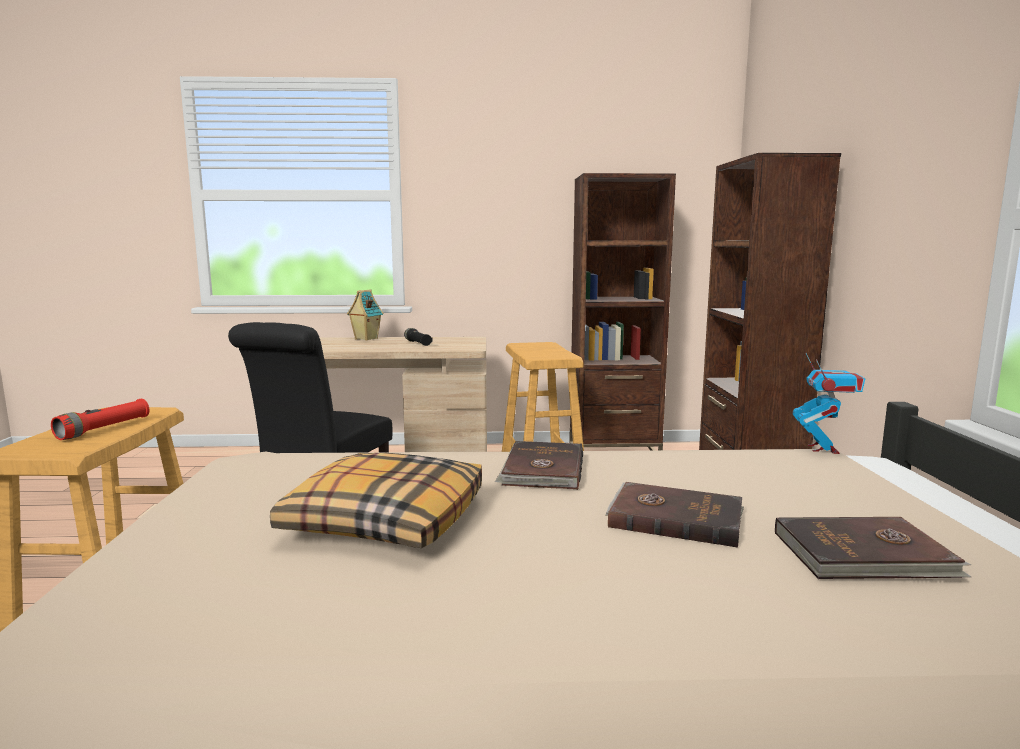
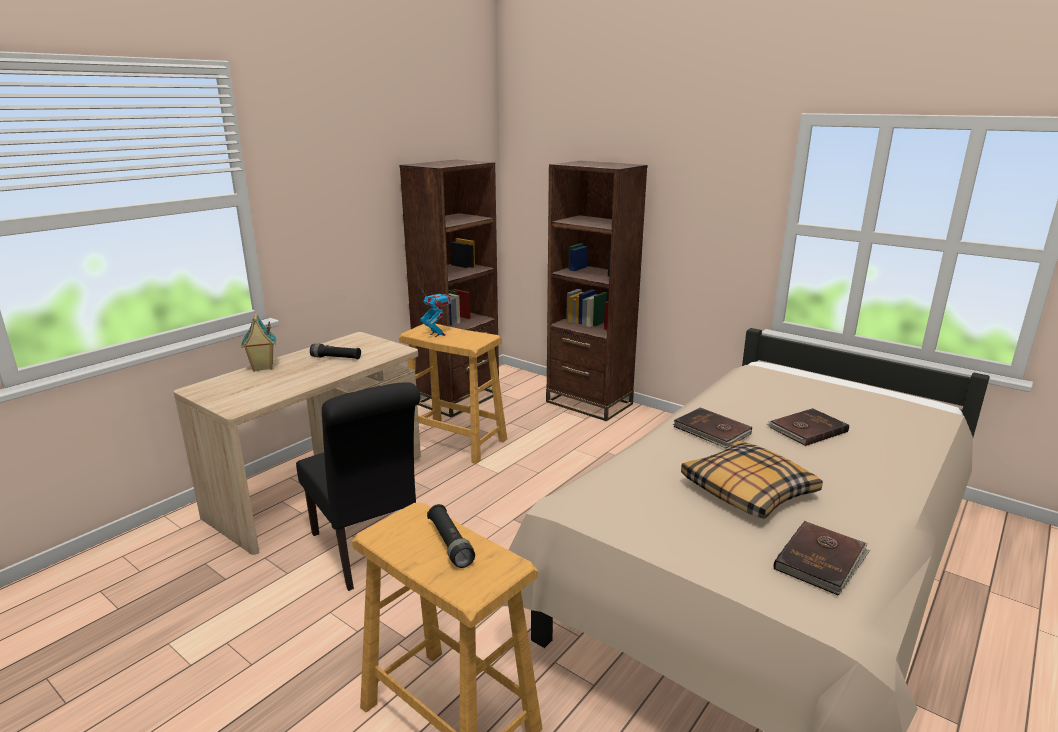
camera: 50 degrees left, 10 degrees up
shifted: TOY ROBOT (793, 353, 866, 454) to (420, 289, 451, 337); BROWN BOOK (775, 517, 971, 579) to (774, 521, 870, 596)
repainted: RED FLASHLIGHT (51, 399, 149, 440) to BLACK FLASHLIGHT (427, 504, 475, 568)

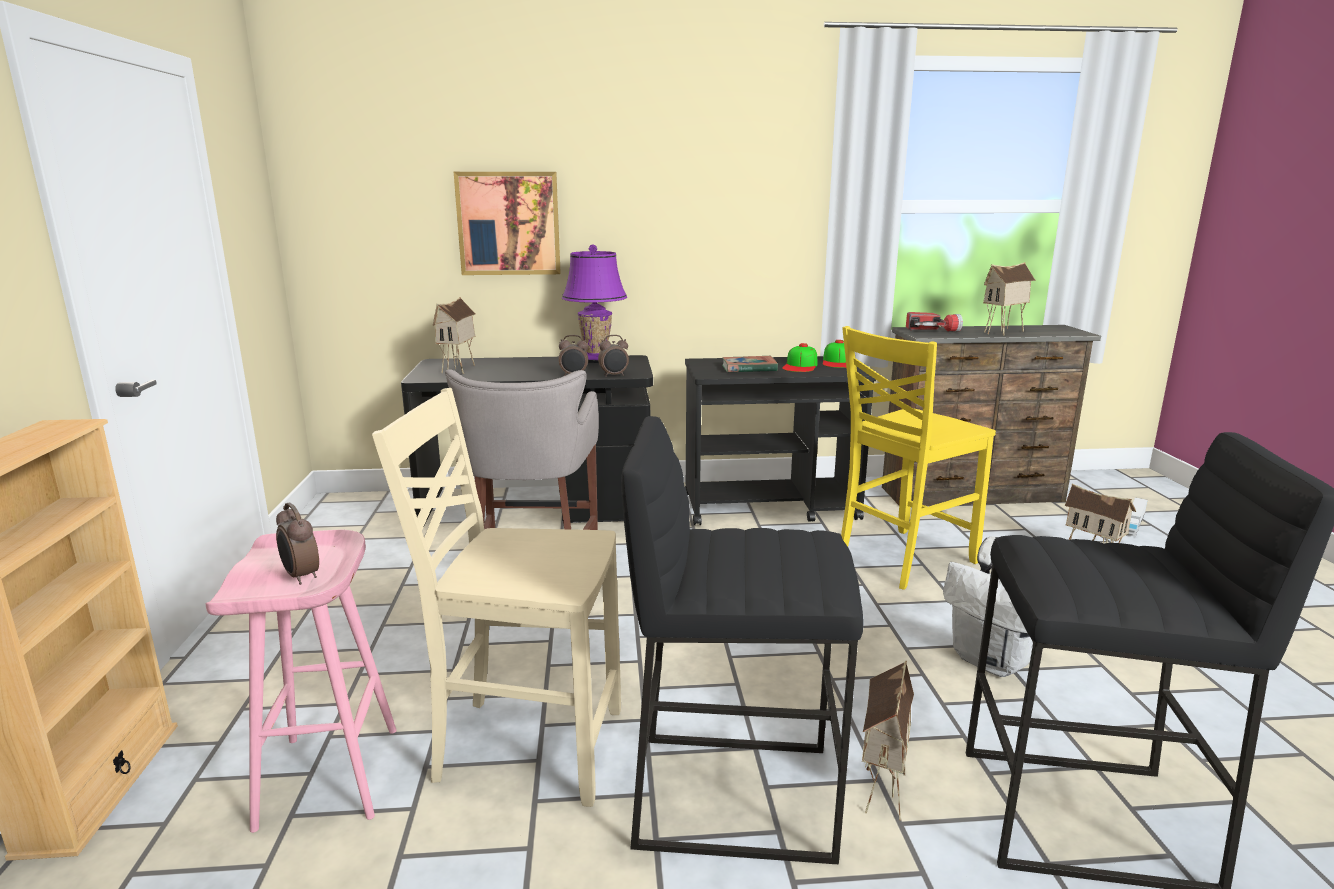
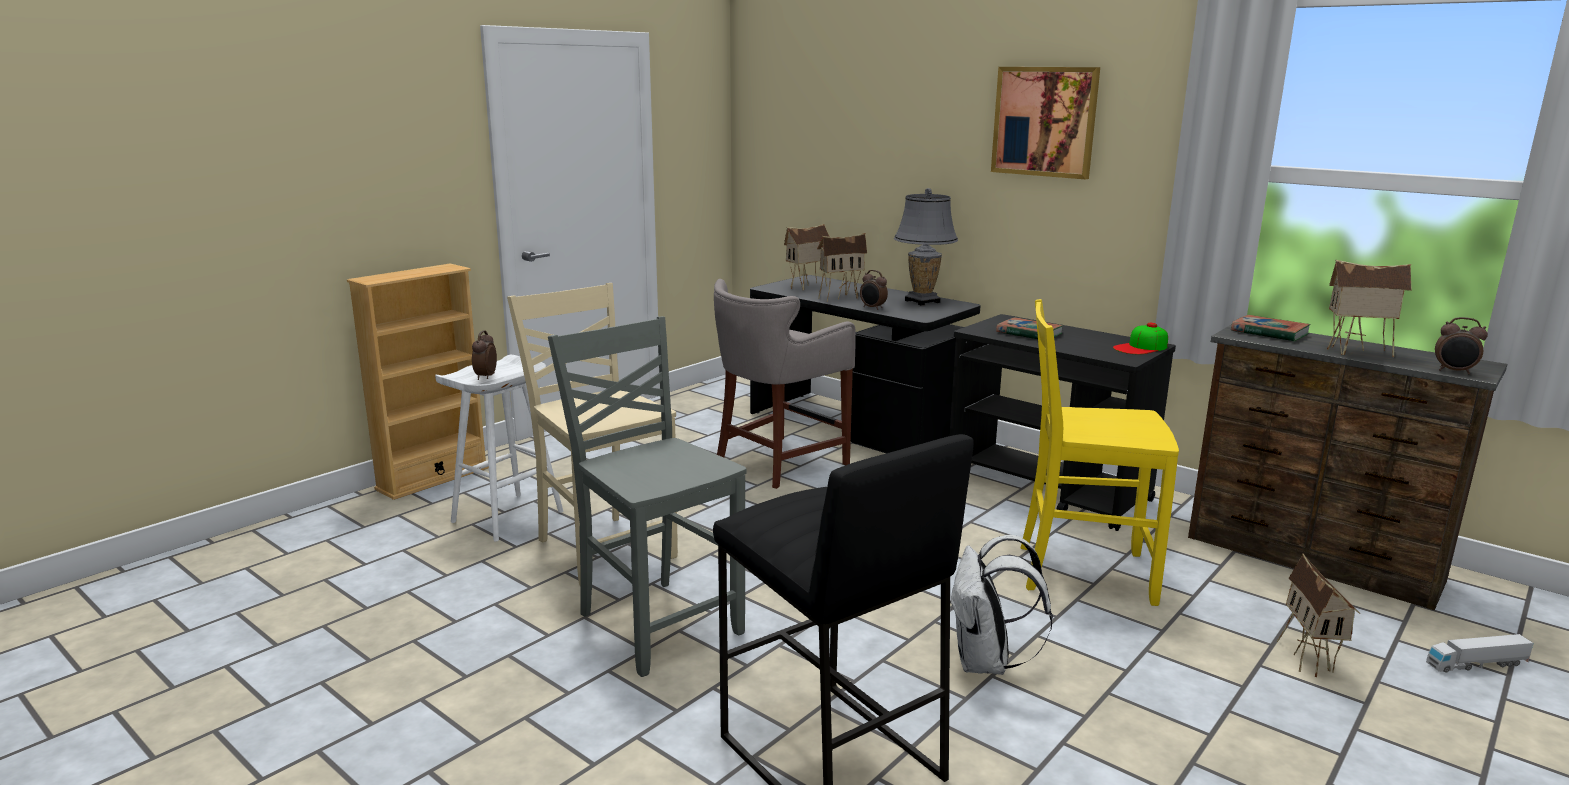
camera: 45 degrees right, 0 degrees up
gone: CAP (782, 343, 818, 372)
shifted: TOY HOUSE (862, 661, 914, 821) to (817, 233, 867, 302); PICTURE (454, 172, 561, 275) to (991, 67, 1100, 179); ALARM CLOCK (598, 335, 629, 377) to (1435, 317, 1488, 374)
swapped: BLACK STOOL (621, 416, 864, 864) to GREY CHAIR (548, 317, 746, 677); FLASHLIGHT (906, 312, 963, 332) to BOOK (1231, 315, 1311, 342)
repainted: PINK STOOL (206, 530, 397, 833) to WHITE STOOL (435, 355, 563, 542); PURPLE TABLE LAMP (562, 244, 627, 363) to GREY TABLE LAMP (894, 188, 958, 306)

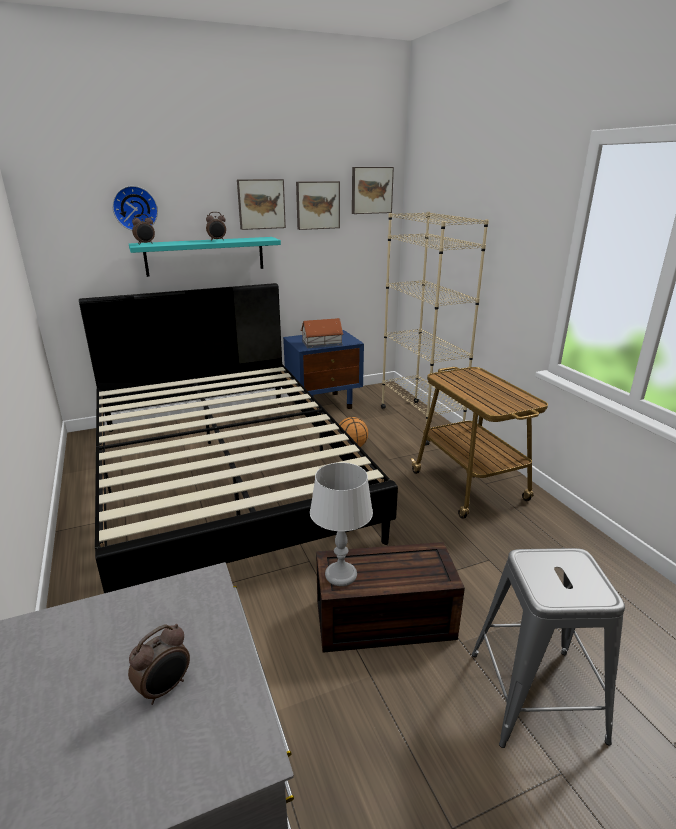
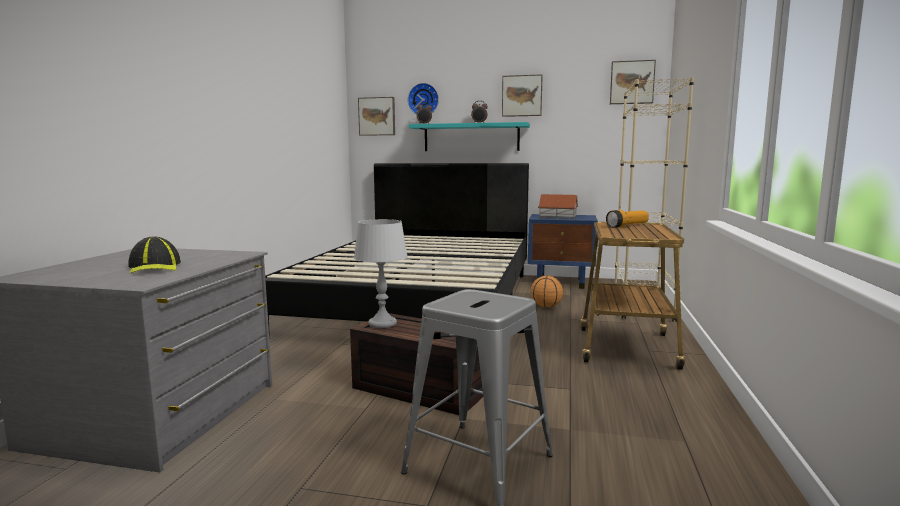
camera: 35 degrees right, 15 degrees down
new: FLASHLIGHT (606, 210, 649, 228)
shifted: PICTURE (296, 181, 340, 230) to (358, 97, 395, 136)
swapped: ALARM CLOCK (128, 624, 190, 705) to CAP (129, 236, 181, 273)

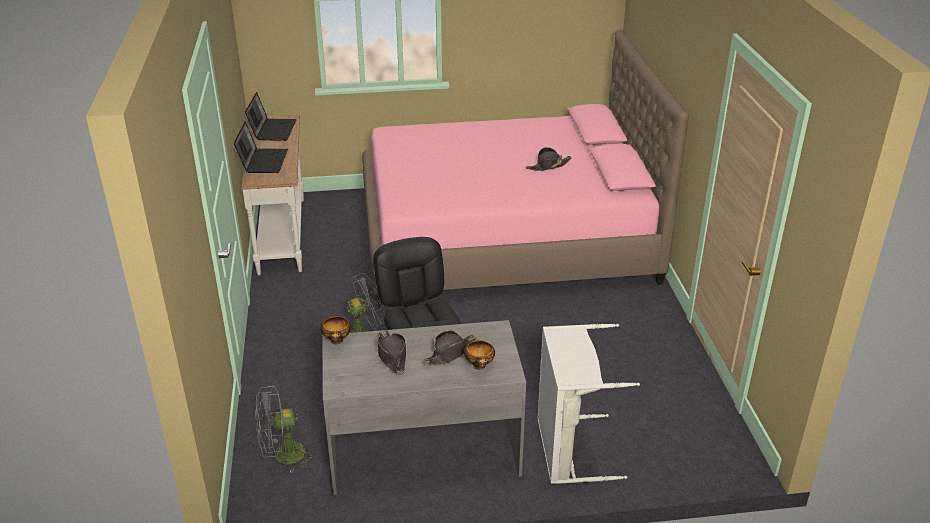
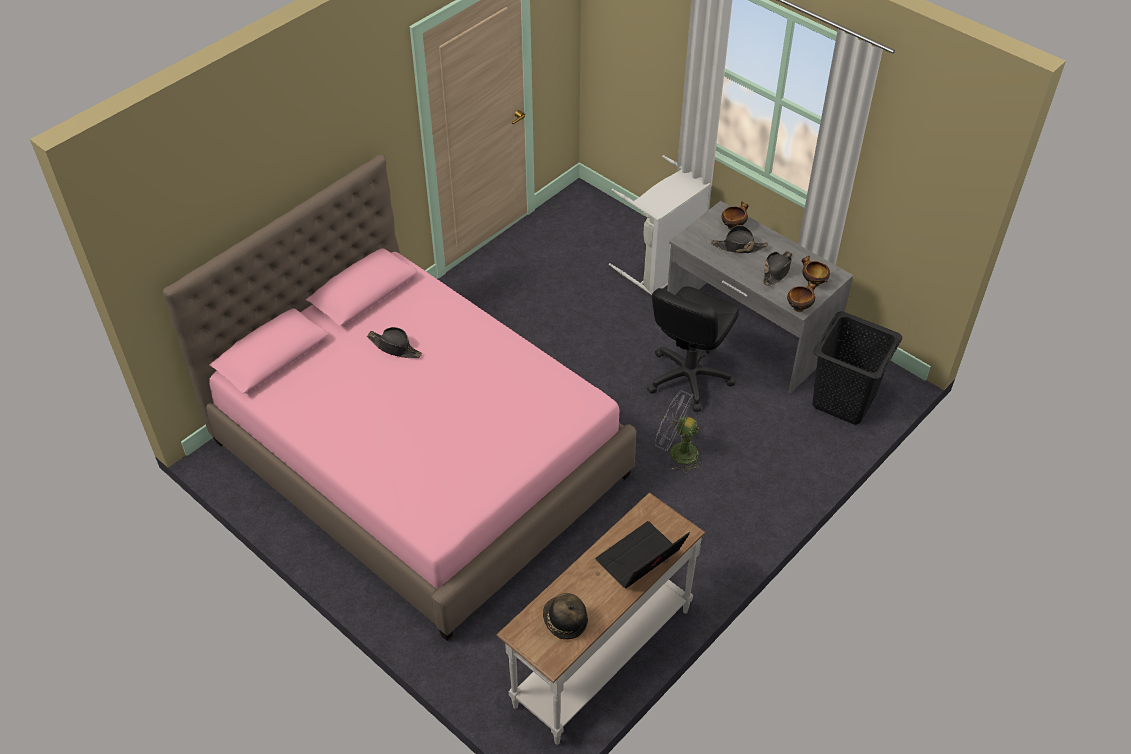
camera: 130 degrees left, 15 degrees up
new: BOWL (801, 256, 830, 287)
swapped: LAPTOP (245, 92, 297, 141) to HAT (543, 593, 588, 639); GREY FAN (255, 385, 316, 472) to BLACK LAUNDRY BASKET (812, 311, 902, 424)

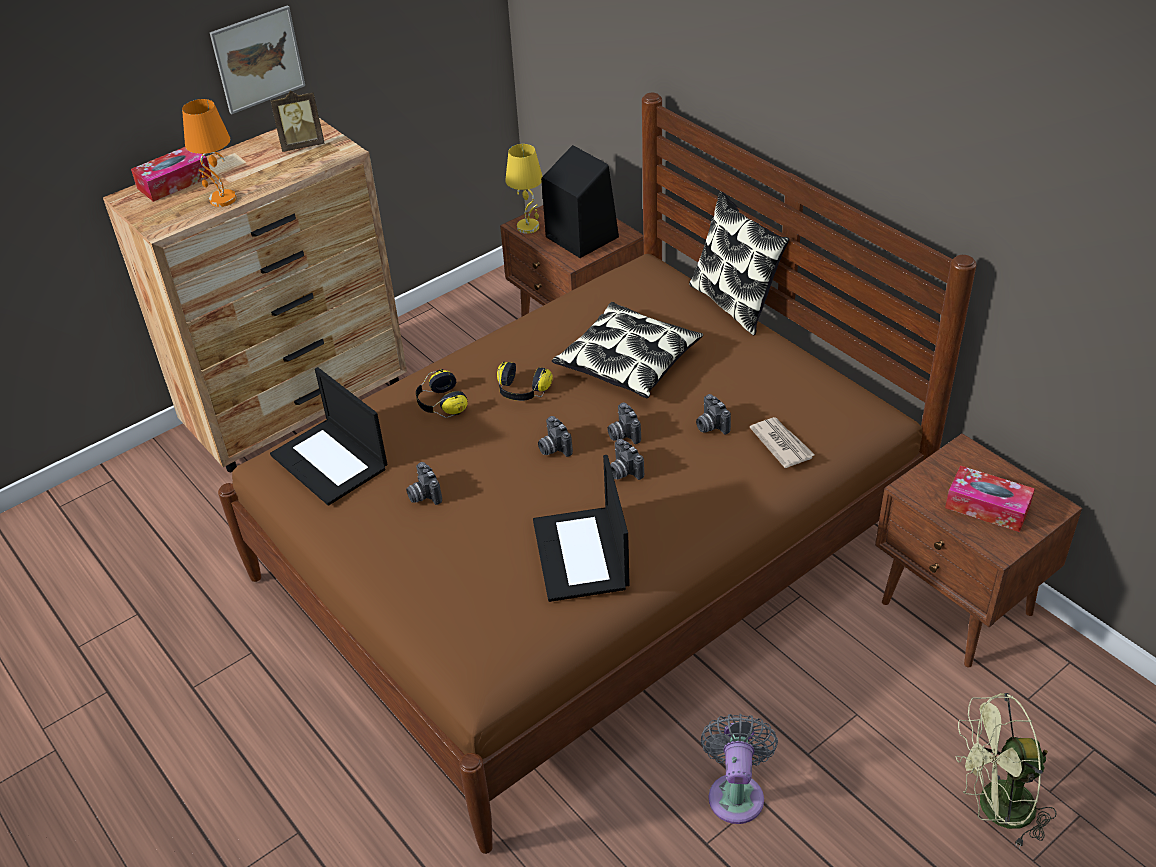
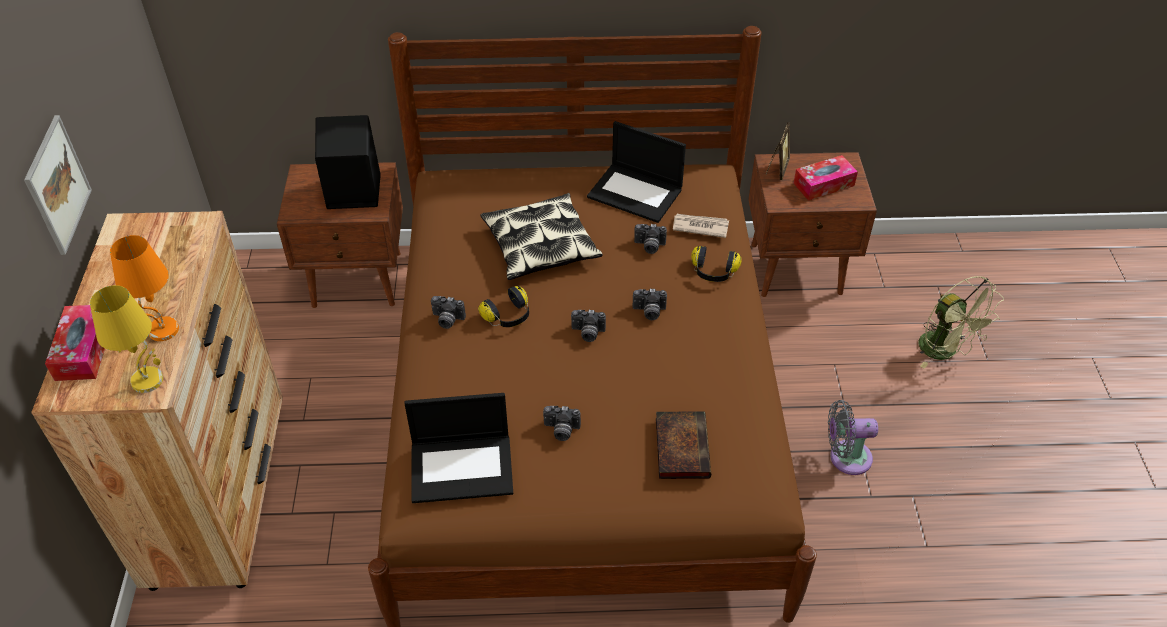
camera: 55 degrees left, 5 degrees up
gone: PILLOW (689, 192, 790, 336)
new: BOOK (656, 411, 711, 479)
shifted: YELLOW TABLE LAMP (505, 144, 543, 234) to (90, 285, 163, 393); PHOTO CAMERA (608, 403, 641, 444) to (431, 296, 466, 329); LAPTOP (533, 455, 630, 602) to (587, 121, 686, 223); HEADPHONES (416, 369, 468, 418) to (691, 246, 742, 282); PICTURE FRAME (270, 91, 324, 152) to (766, 122, 790, 180)
rotated: GREY FAN (701, 714, 778, 824) = (828, 400, 878, 475) 45 degrees counterclockwise; GREEN FAN (955, 693, 1056, 848) = (918, 276, 1004, 369) 60 degrees counterclockwise

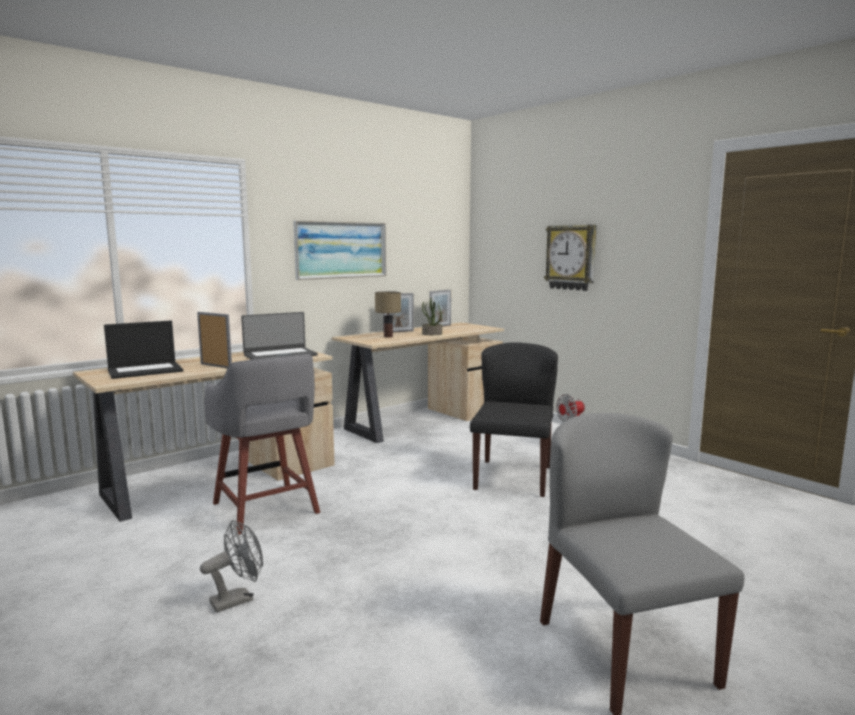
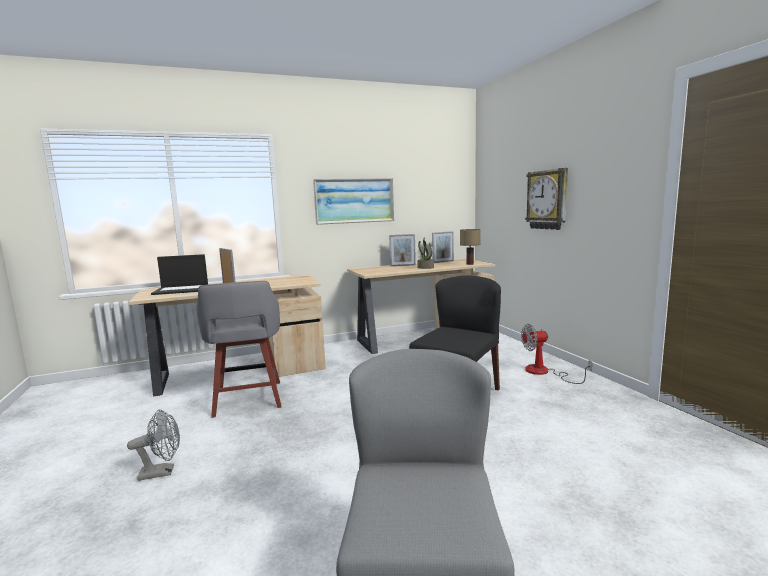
camera: 20 degrees right, 0 degrees up
gone: LAPTOP (241, 312, 318, 360)
shifted: TABLE LAMP (375, 291, 401, 338) to (460, 229, 480, 265)

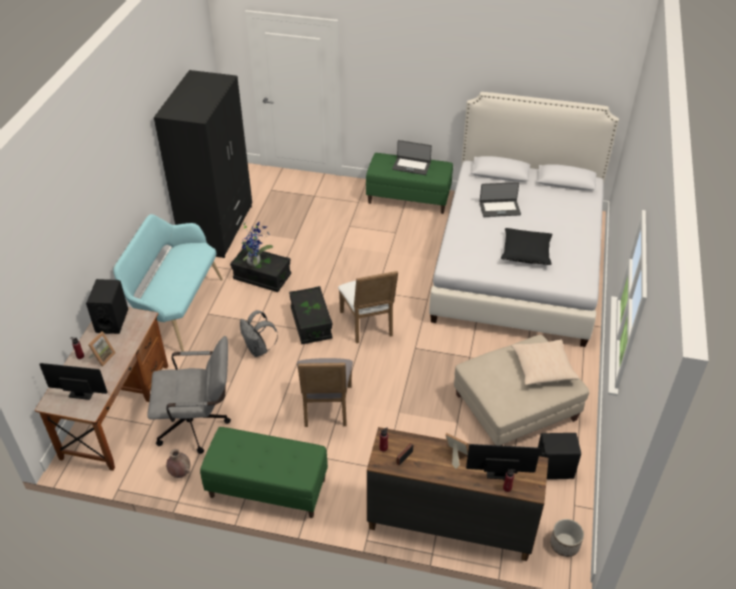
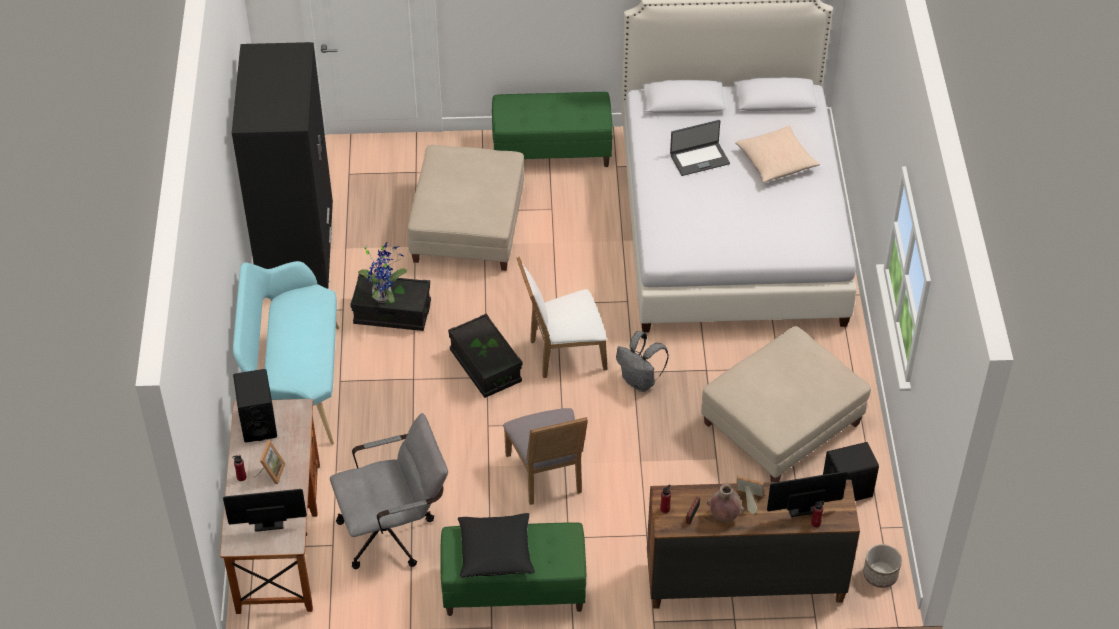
camera: 15 degrees left, 5 degrees up
gone: LAPTOP (392, 140, 432, 175)
new: BEIGE OTTOMAN (408, 145, 524, 271)
shifted: BLACK PILLOW (501, 228, 552, 265) to (458, 513, 535, 578); GREY BACKPACK (240, 310, 278, 357) to (616, 331, 669, 392); BROWN VASE (166, 449, 190, 478) to (707, 484, 744, 522); BEIGE PILLOW (511, 340, 580, 385) to (735, 126, 820, 183)
rotated: WHITE CHAIR (338, 271, 398, 343) = (516, 257, 608, 378) 105 degrees clockwise

